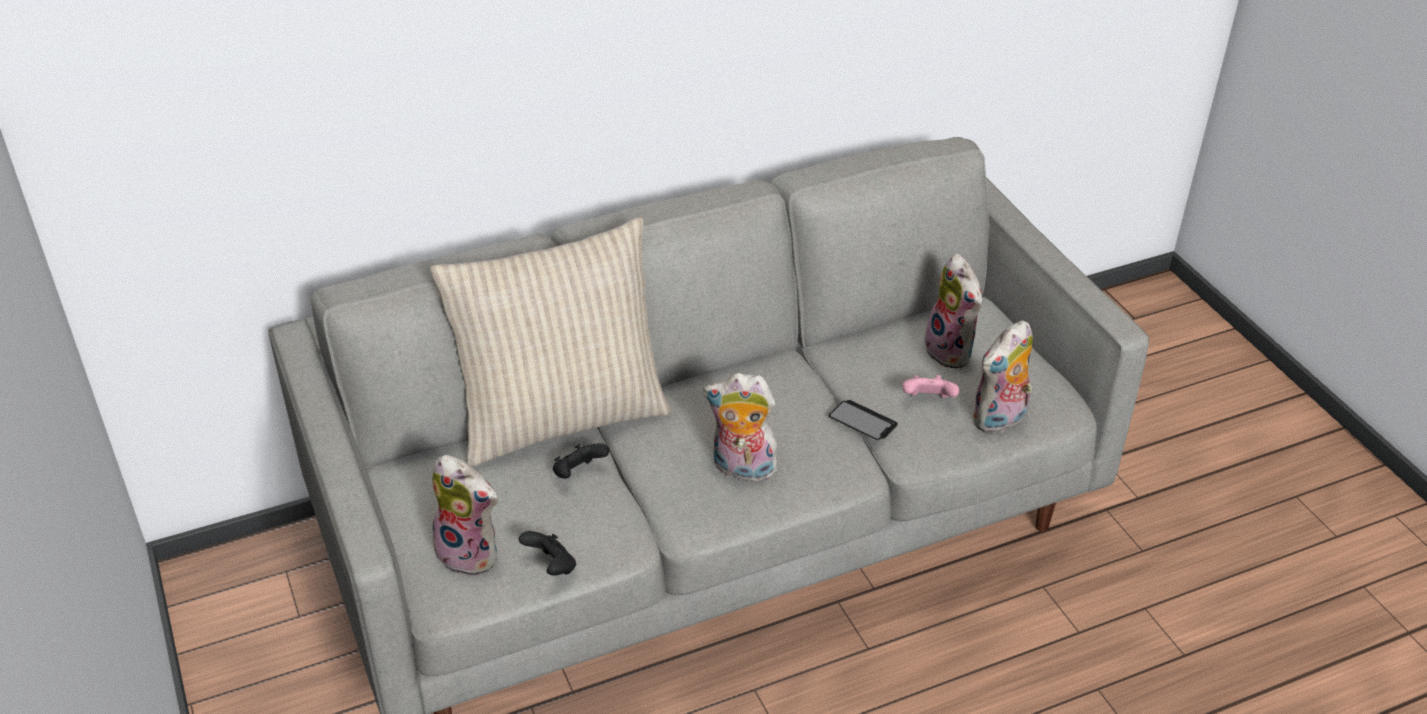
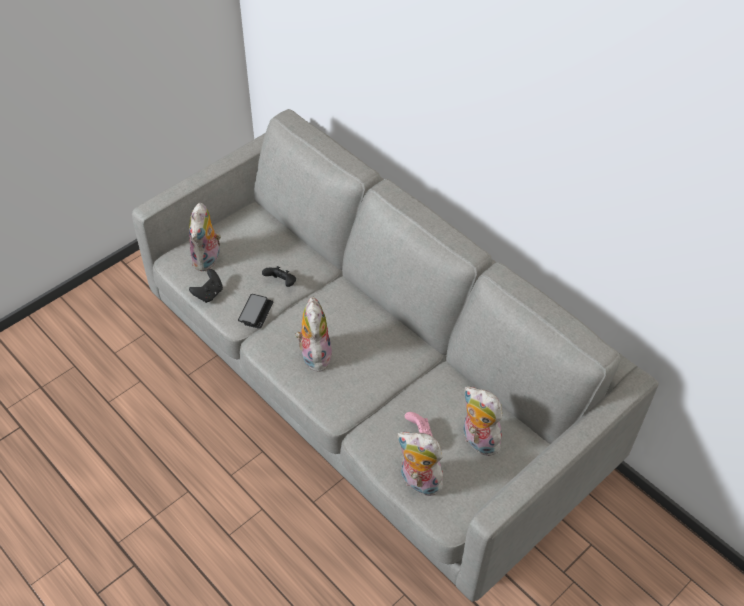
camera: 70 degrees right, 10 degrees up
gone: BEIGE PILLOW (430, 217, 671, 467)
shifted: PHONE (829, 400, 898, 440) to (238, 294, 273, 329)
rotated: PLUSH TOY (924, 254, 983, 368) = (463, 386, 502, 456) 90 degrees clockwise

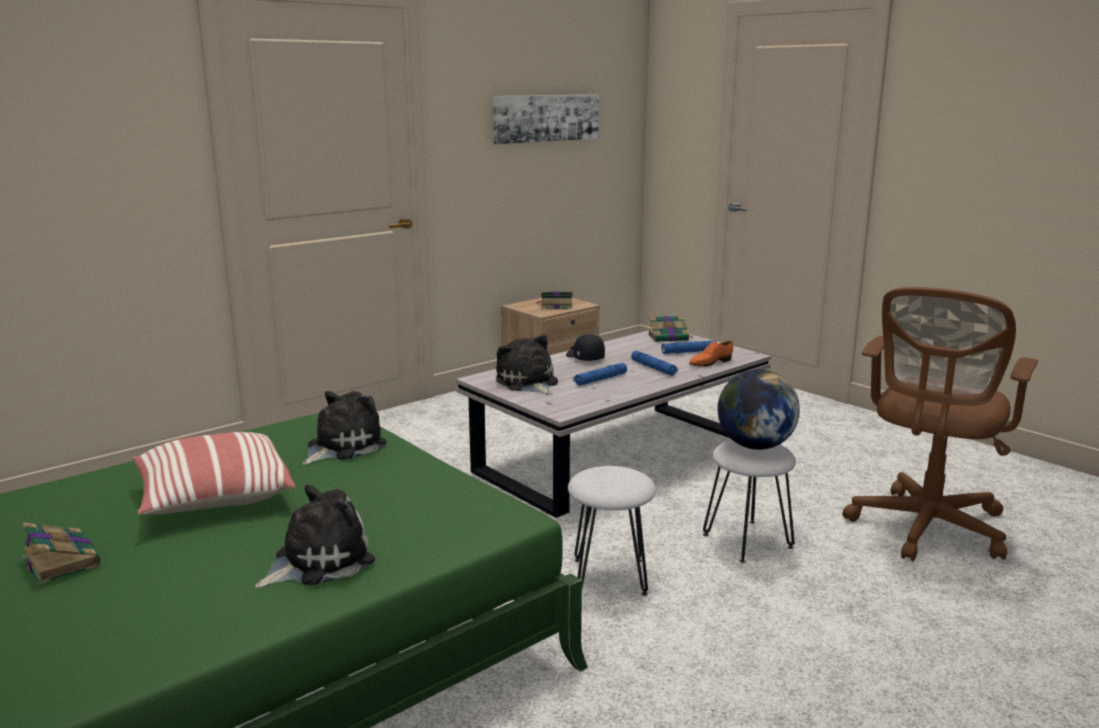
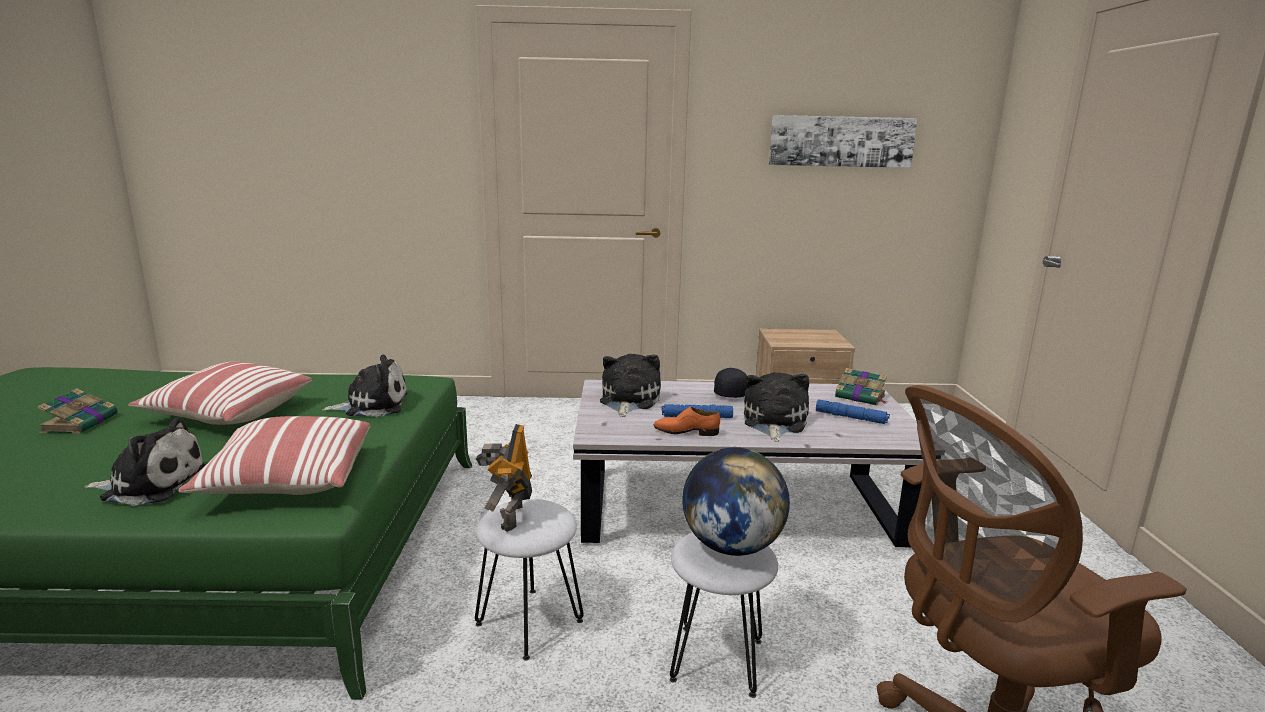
camera: 40 degrees right, 0 degrees up
gone: BOOK (536, 291, 572, 309)
new: PILLOW (178, 416, 370, 495); TOY ROBOT (476, 424, 532, 532)
shifted: ORANGE SHOE (689, 341, 733, 367) to (654, 407, 720, 436)
swapped: BLUE FLASHLIGHT (631, 351, 678, 376) to PLUSH TOY (744, 372, 809, 442)

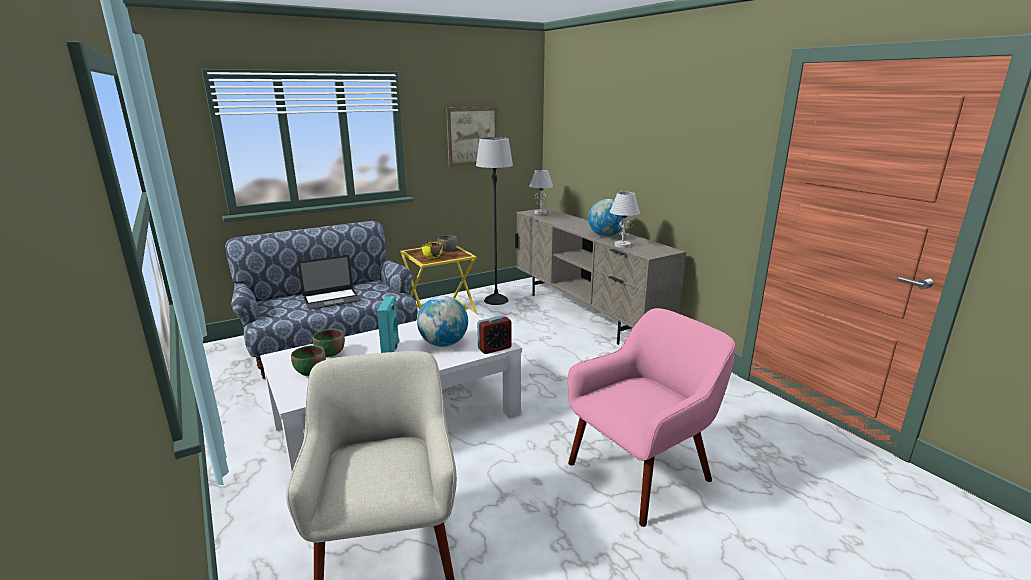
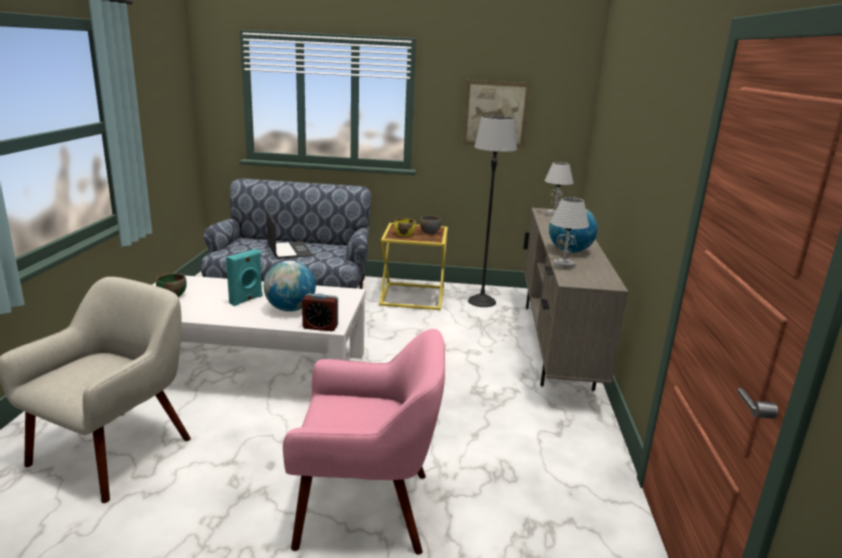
camera: 35 degrees right, 0 degrees up
gone: GREEN BOWL (313, 329, 345, 357)
rotated: LAPTOP (298, 255, 361, 310) = (266, 210, 313, 259) 120 degrees counterclockwise

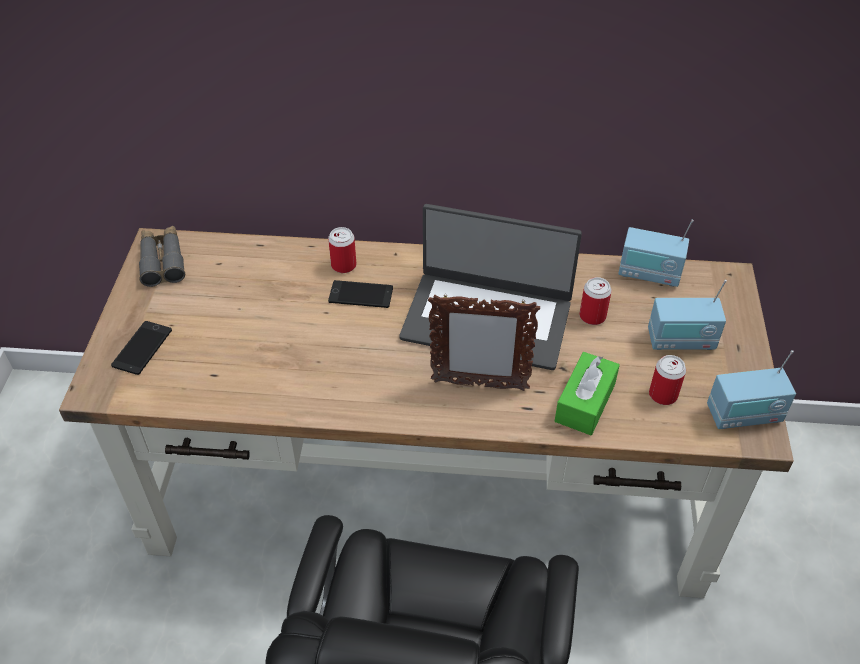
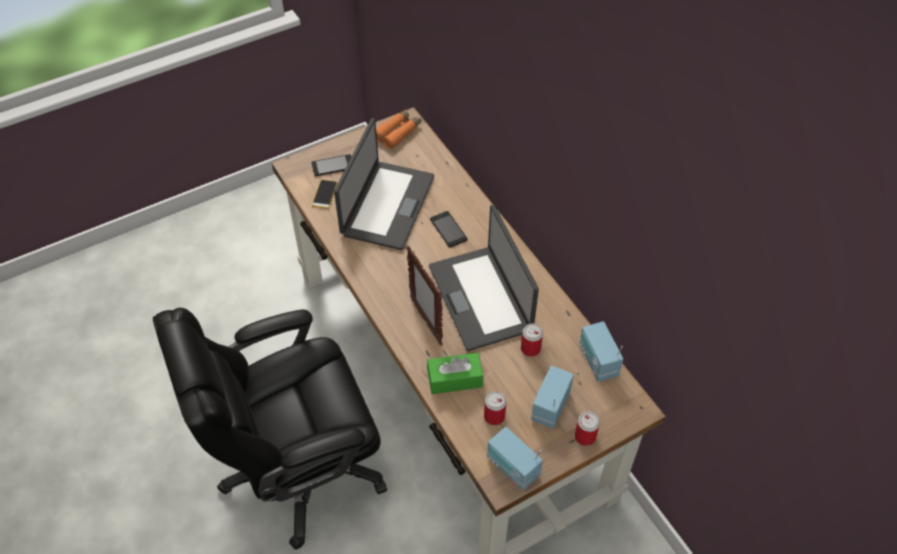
camera: 55 degrees right, 5 degrees up
new: PHONE (312, 180, 338, 209); LAPTOP (334, 118, 434, 250)
shifted: CAN (328, 227, 356, 273) to (575, 412, 600, 446)
repainted: GREY BINOCULARS (139, 226, 185, 287) to ORANGE BINOCULARS (376, 109, 422, 149)
rotated: RADIO (648, 280, 727, 350) = (531, 366, 574, 429) 60 degrees clockwise

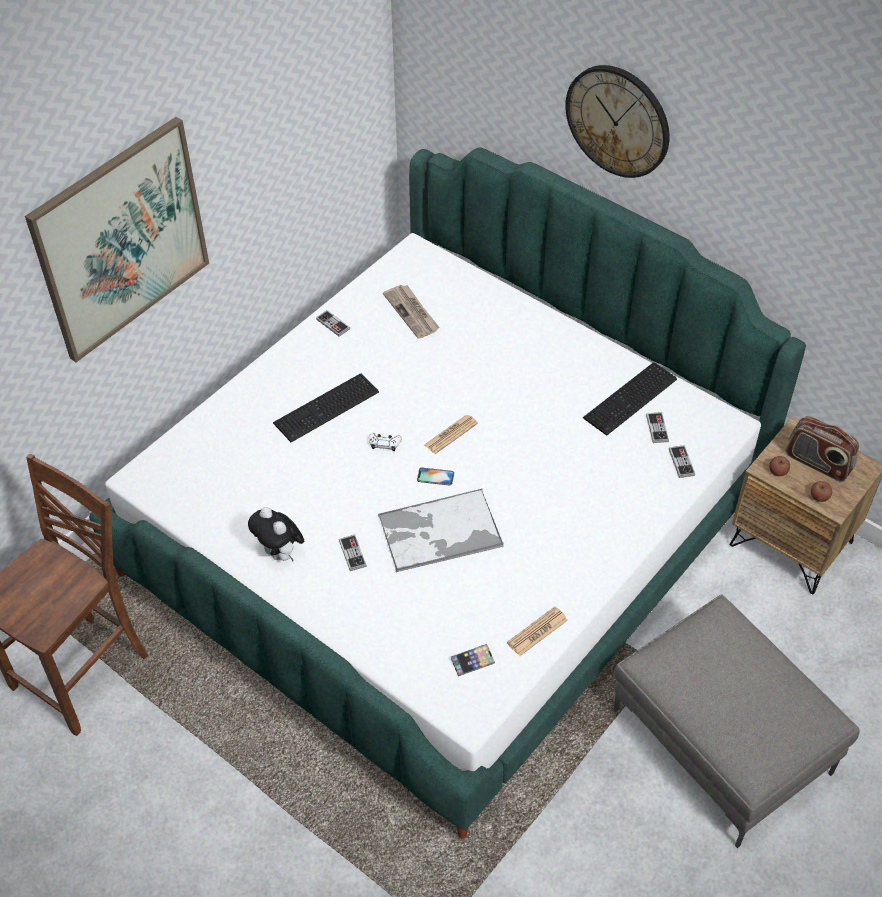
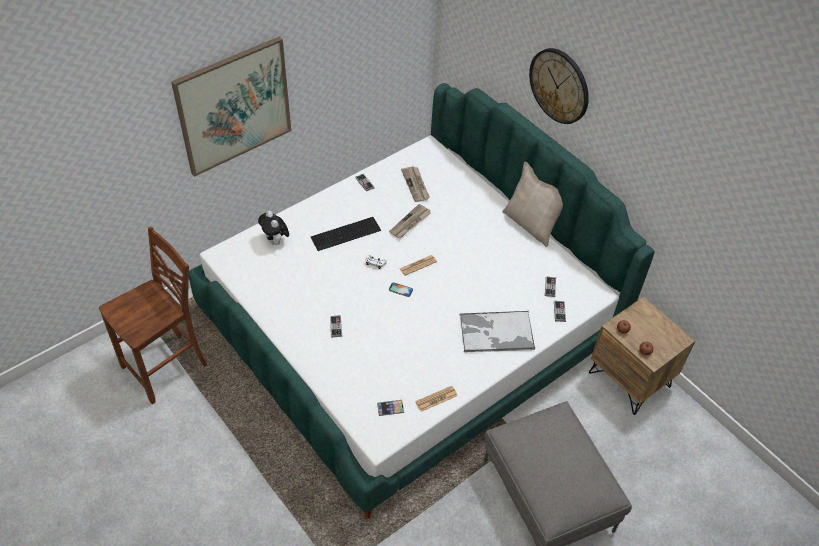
camera: 10 degrees right, 0 degrees up
gone: KEYBOARD (583, 362, 677, 436); RADIO (786, 416, 859, 482)
new: NEWSPAPER (389, 204, 431, 238); BEIGE PILLOW (502, 162, 563, 247)
shifted: PLUSH TOY (248, 507, 304, 561) to (258, 211, 289, 245); TRAY (378, 489, 504, 572) to (460, 311, 535, 352)

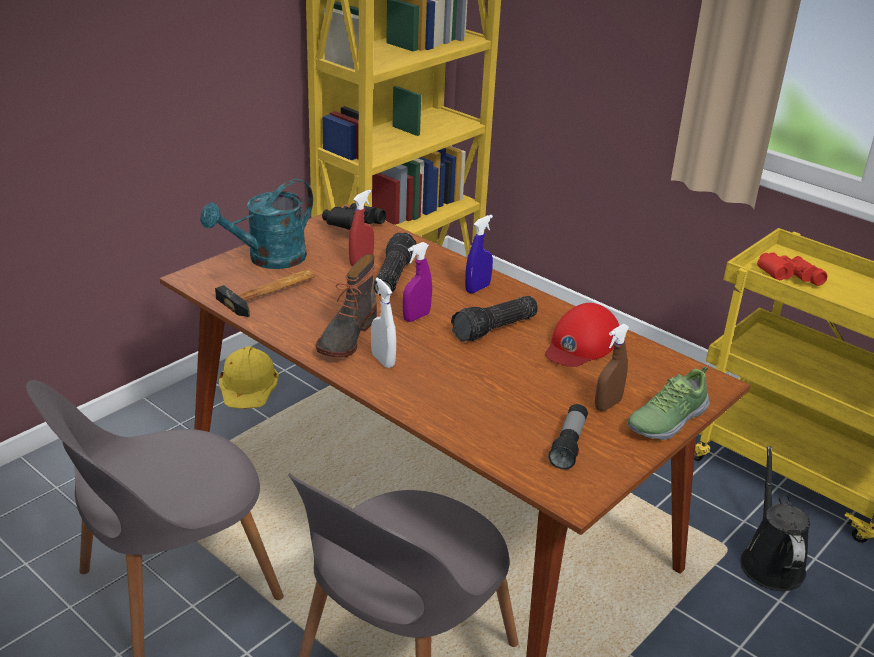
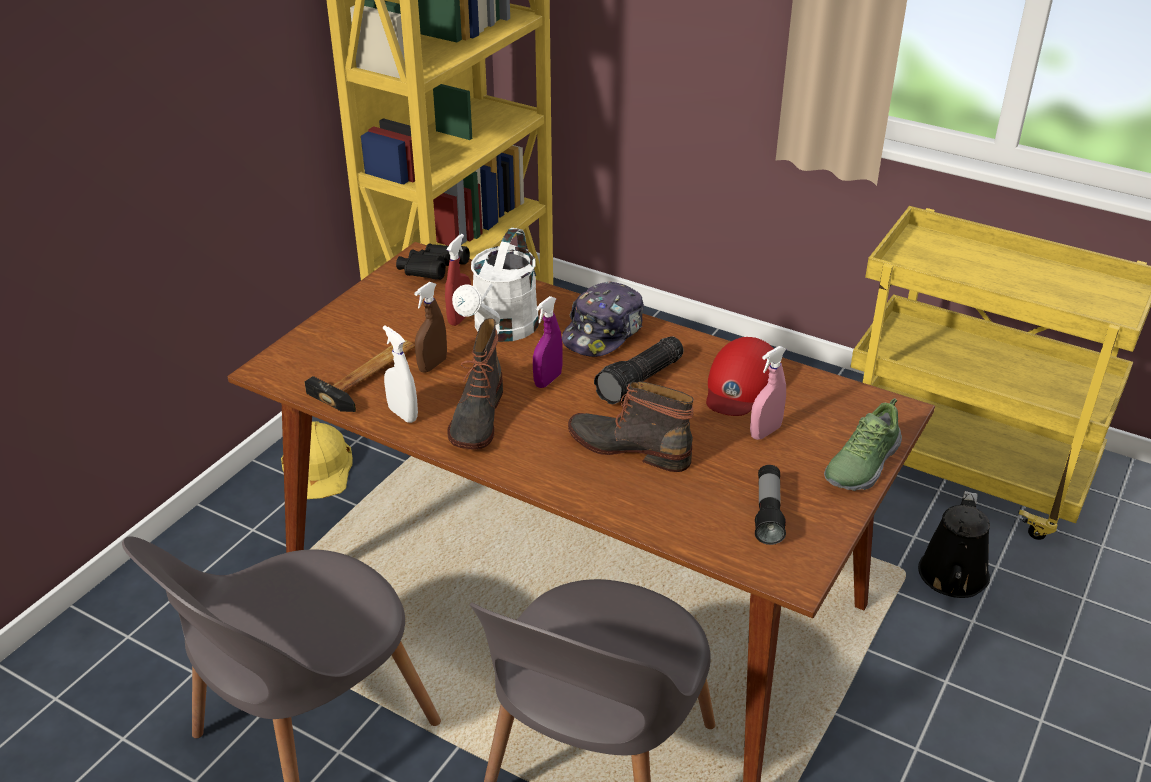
camera: 10 degrees left, 5 degrees up
gone: TURQUOISE WATERING CAN (200, 179, 313, 269); RED BINOCULARS (757, 252, 827, 286)
new: BOOT (568, 381, 694, 472); PINK SPRAY BOTTLE (750, 346, 786, 440)
shifted: WHITE SPRAY BOTTLE (371, 278, 396, 368) to (383, 325, 418, 423); BROWN SPRAY BOTTLE (595, 324, 629, 411) to (414, 282, 447, 373)
swapped: FLASHLIGHT (373, 232, 417, 296) to WHITE WATERING CAN (452, 228, 539, 342); BLUE SPRAY BOTTLE (465, 215, 493, 293) to CAP (562, 281, 644, 357)
rotated: BLACK WATERING CAN (740, 446, 810, 591) = (918, 491, 990, 598) 150 degrees counterclockwise

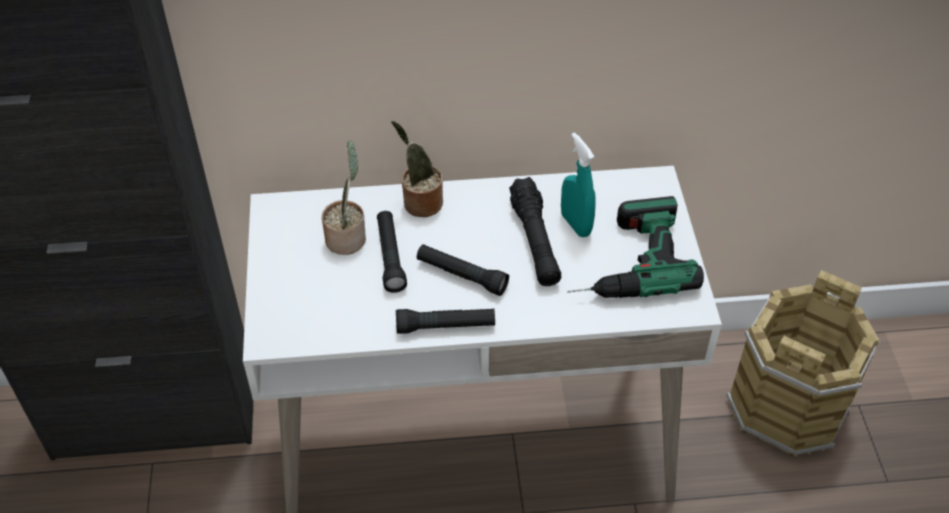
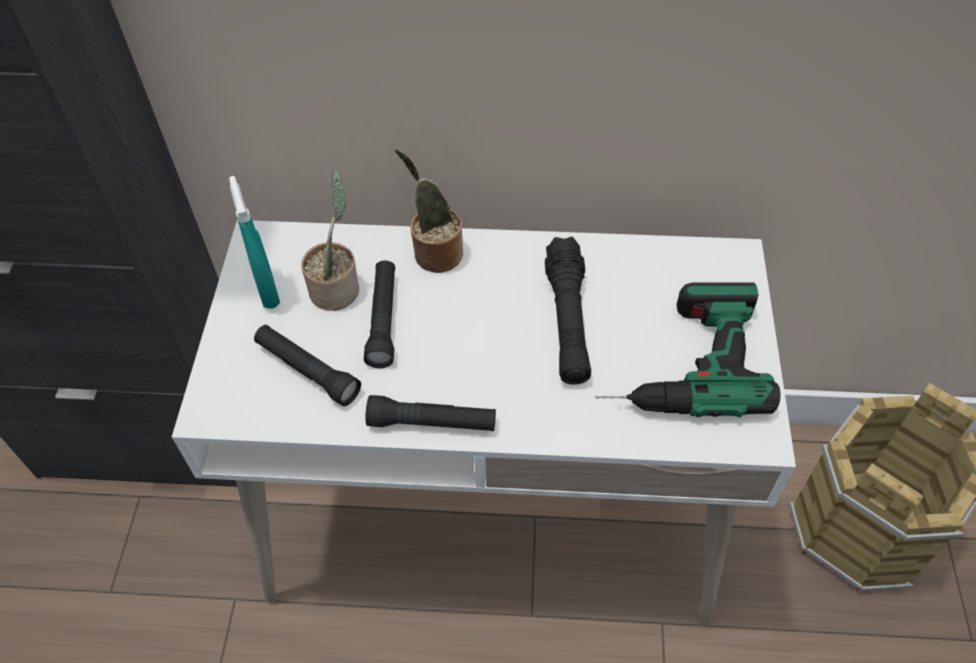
camera: 10 degrees right, 5 degrees up
shifted: TURQUOISE SPRAY BOTTLE (561, 132, 596, 237) to (229, 176, 280, 309); BLACK FLASHLIGHT (417, 244, 509, 296) to (254, 325, 361, 406)

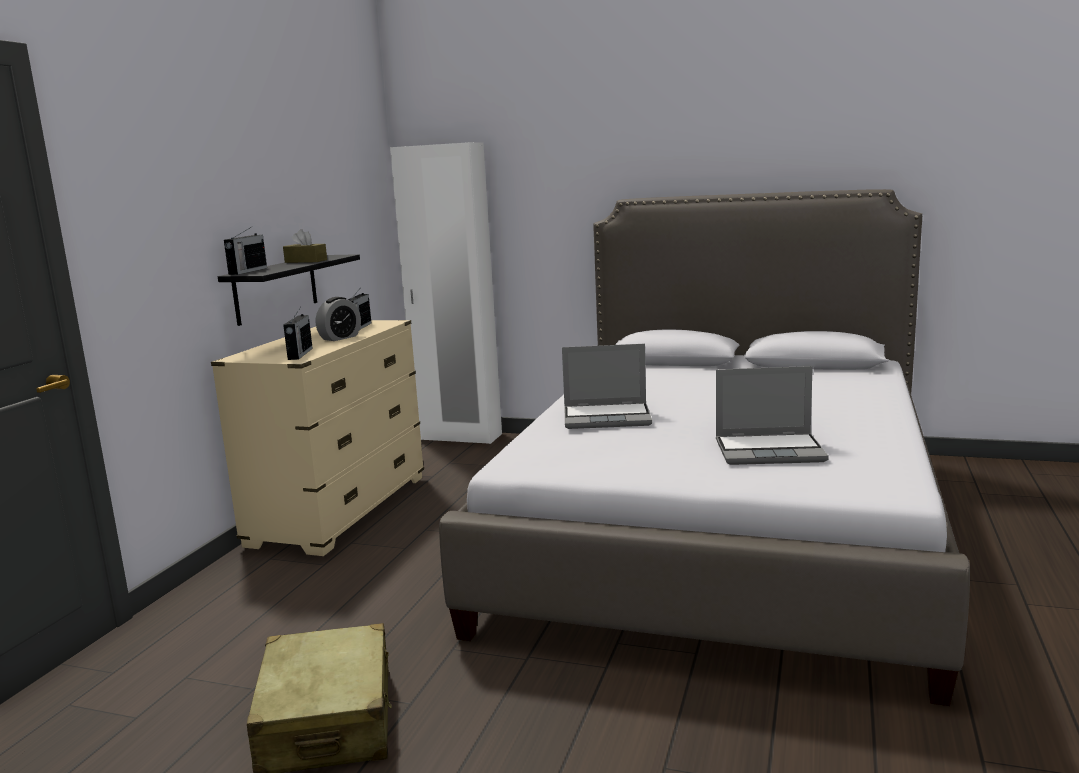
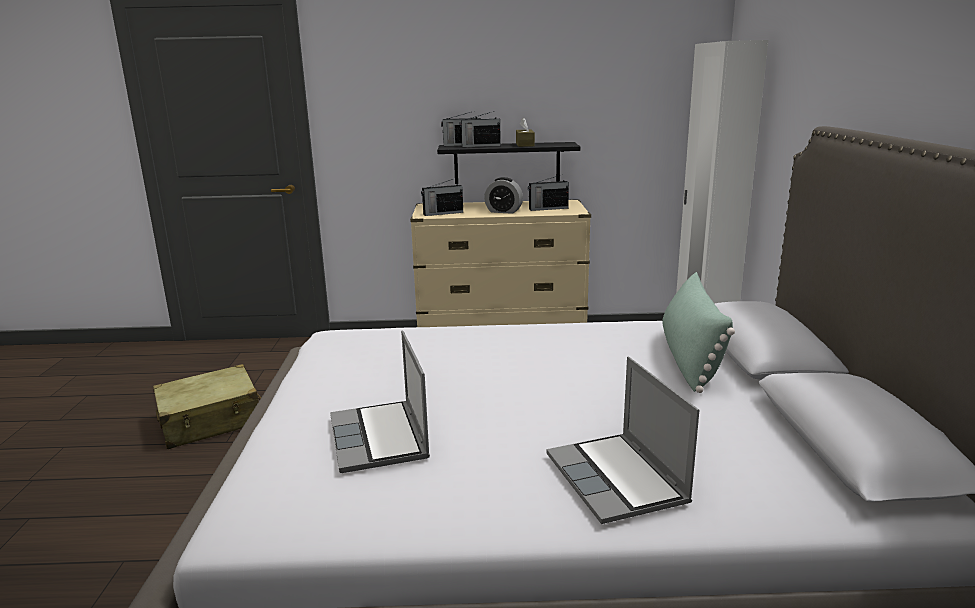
camera: 70 degrees right, 5 degrees up
new: RADIO (460, 111, 501, 147); GREEN PILLOW (662, 272, 735, 393)
shifted: LAPTOP (562, 344, 652, 429) to (547, 357, 699, 524)

